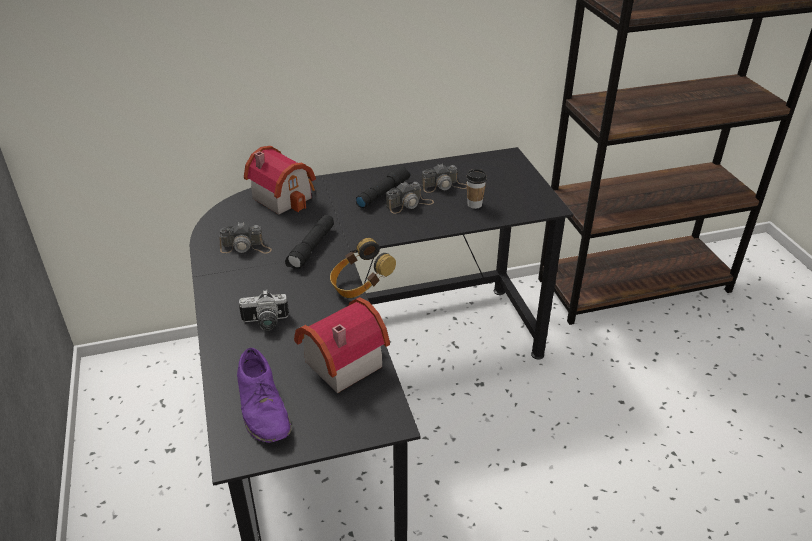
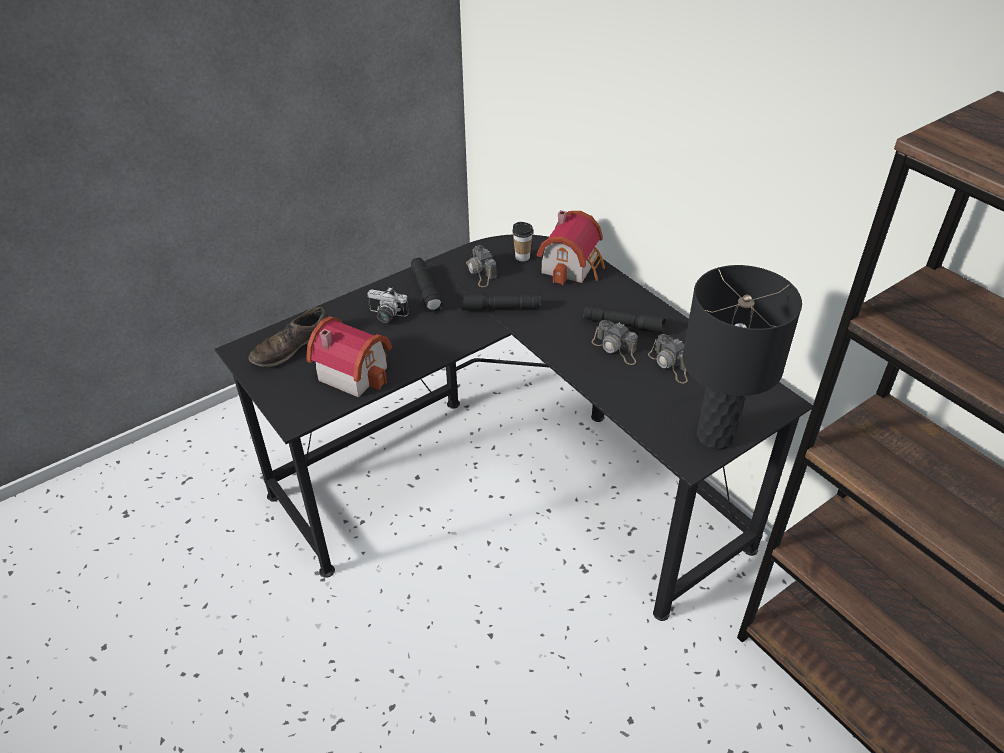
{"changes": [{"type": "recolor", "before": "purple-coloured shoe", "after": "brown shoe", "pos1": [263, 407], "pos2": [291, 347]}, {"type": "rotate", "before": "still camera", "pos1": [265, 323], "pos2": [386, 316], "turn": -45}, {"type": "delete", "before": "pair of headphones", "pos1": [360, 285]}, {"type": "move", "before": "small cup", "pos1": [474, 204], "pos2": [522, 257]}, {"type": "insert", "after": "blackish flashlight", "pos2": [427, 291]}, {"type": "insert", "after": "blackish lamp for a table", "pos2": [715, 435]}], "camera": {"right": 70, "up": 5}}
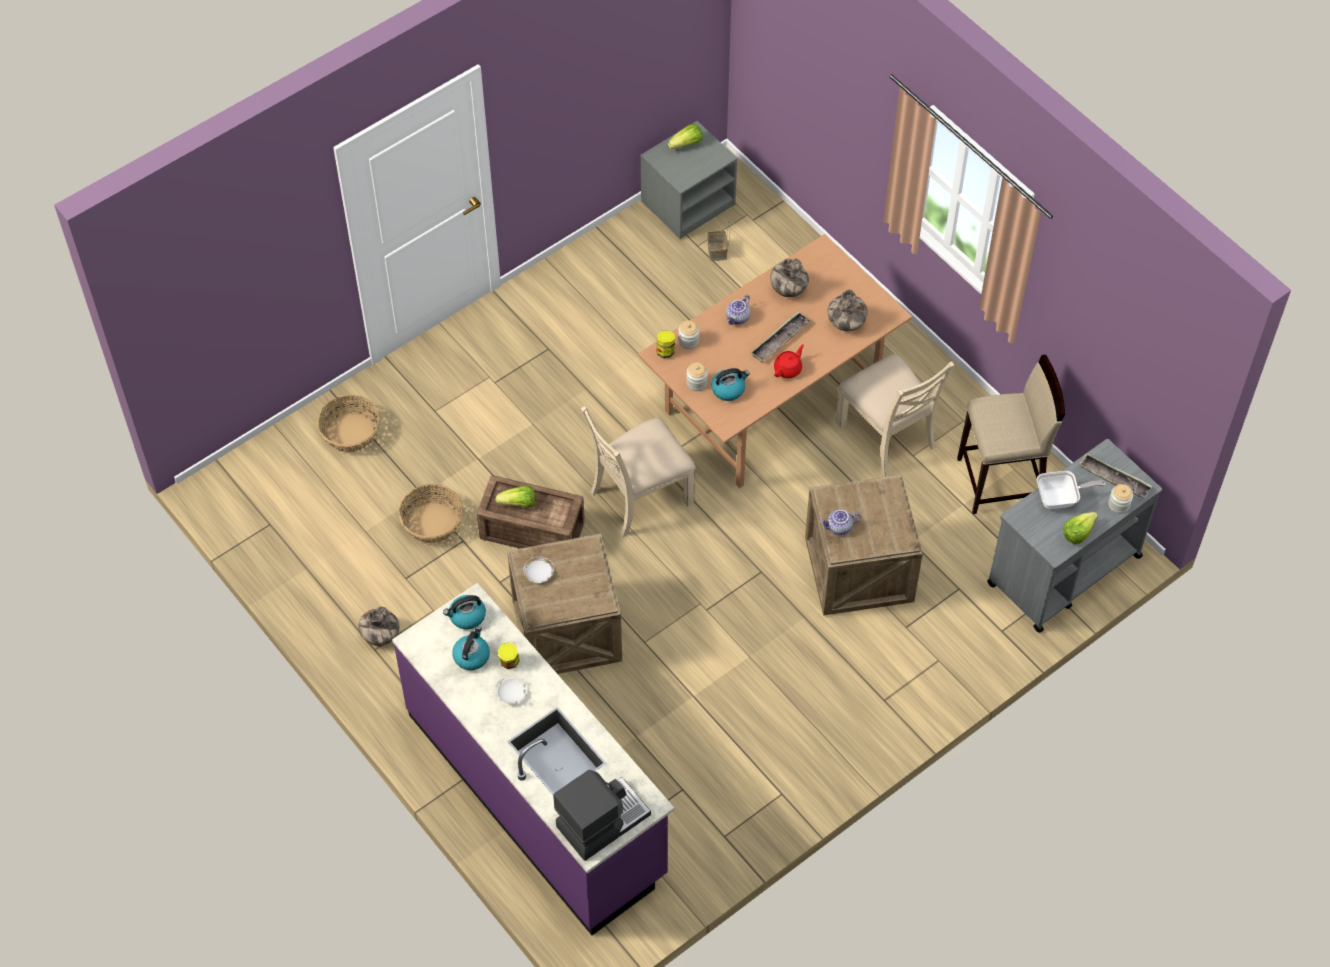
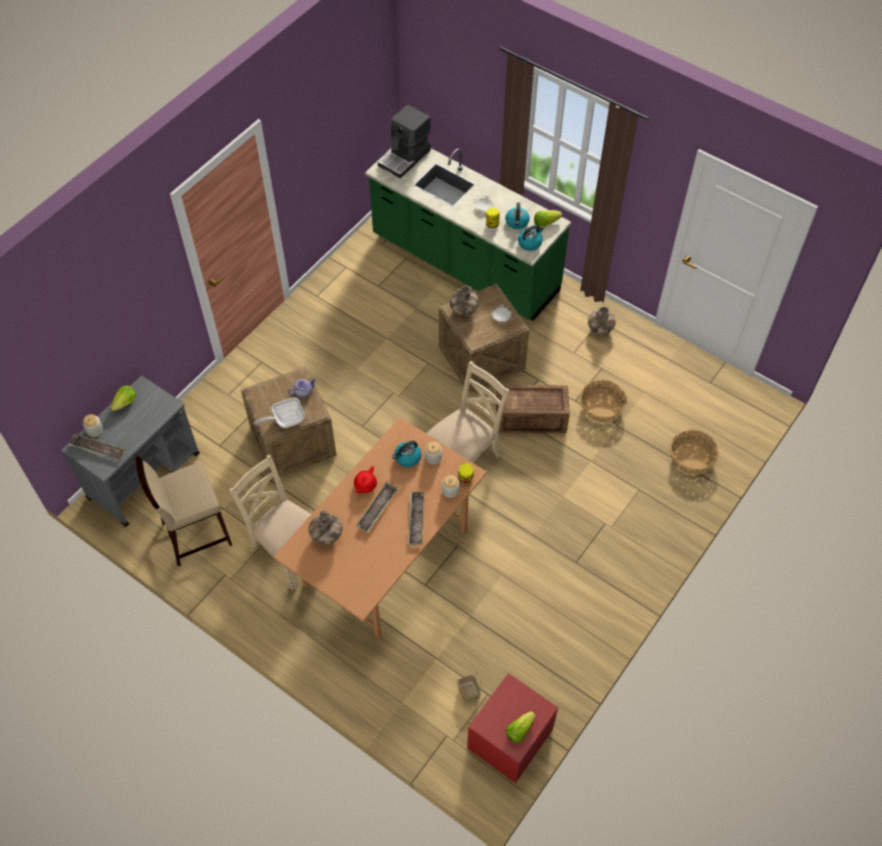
{"changes": [{"type": "recolor", "before": "purple-coloured kitchen base unit", "after": "green-coloured kitchen base unit", "pos1": [537, 794], "pos2": [464, 265]}, {"type": "move", "before": "head of lettuce", "pos1": [518, 503], "pos2": [545, 223]}, {"type": "recolor", "before": "grey night table", "after": "red-coloured night table", "pos1": [688, 202], "pos2": [510, 740]}, {"type": "replace", "before": "pot for tea", "after": "carrying tray", "pos1": [738, 318], "pos2": [416, 520]}, {"type": "move", "before": "decorative vase", "pos1": [788, 290], "pos2": [464, 310]}, {"type": "move", "before": "skillet", "pos1": [1061, 498], "pos2": [285, 420]}], "camera": {"right": 165, "up": 0}}
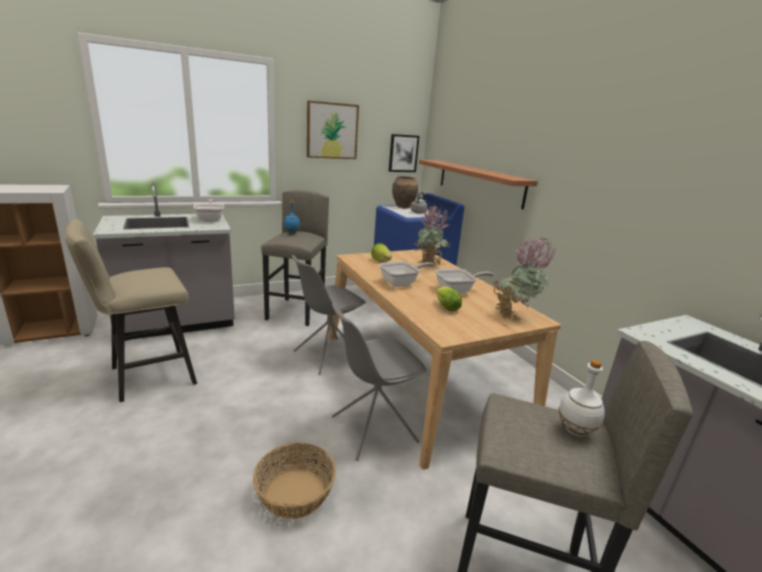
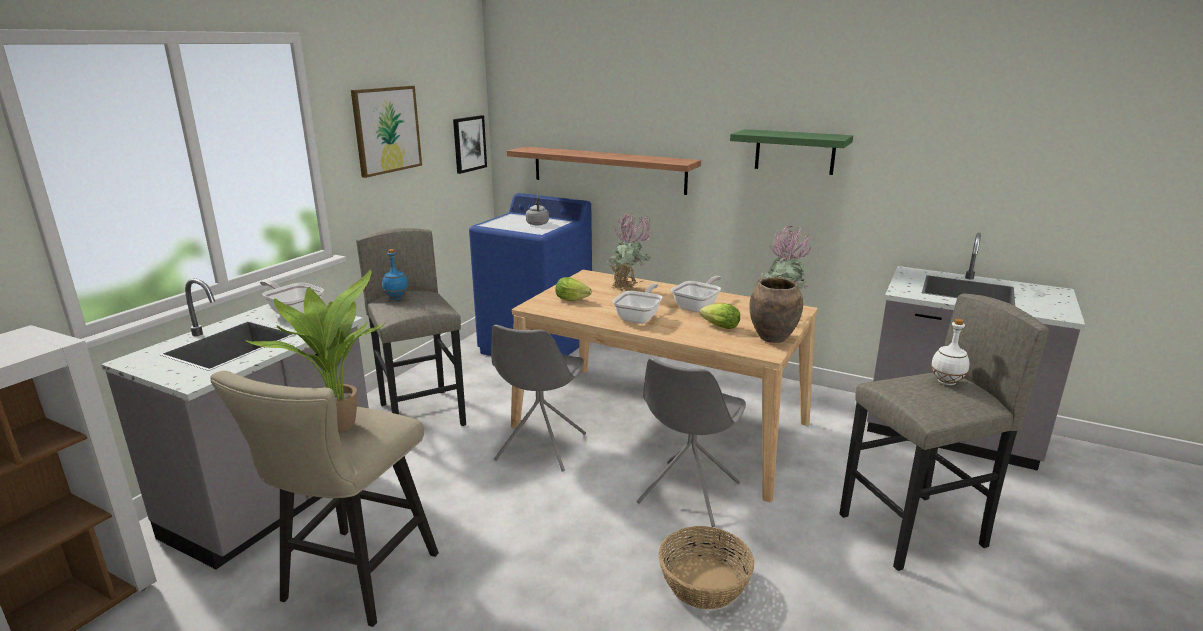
{"changes": [{"type": "move", "before": "brown decorative vase", "pos1": [403, 207], "pos2": [773, 338]}, {"type": "insert", "after": "potted plant", "pos2": [339, 425]}, {"type": "insert", "after": "green-coloured shelf", "pos2": [794, 152]}], "camera": {"right": -35, "up": 0}}
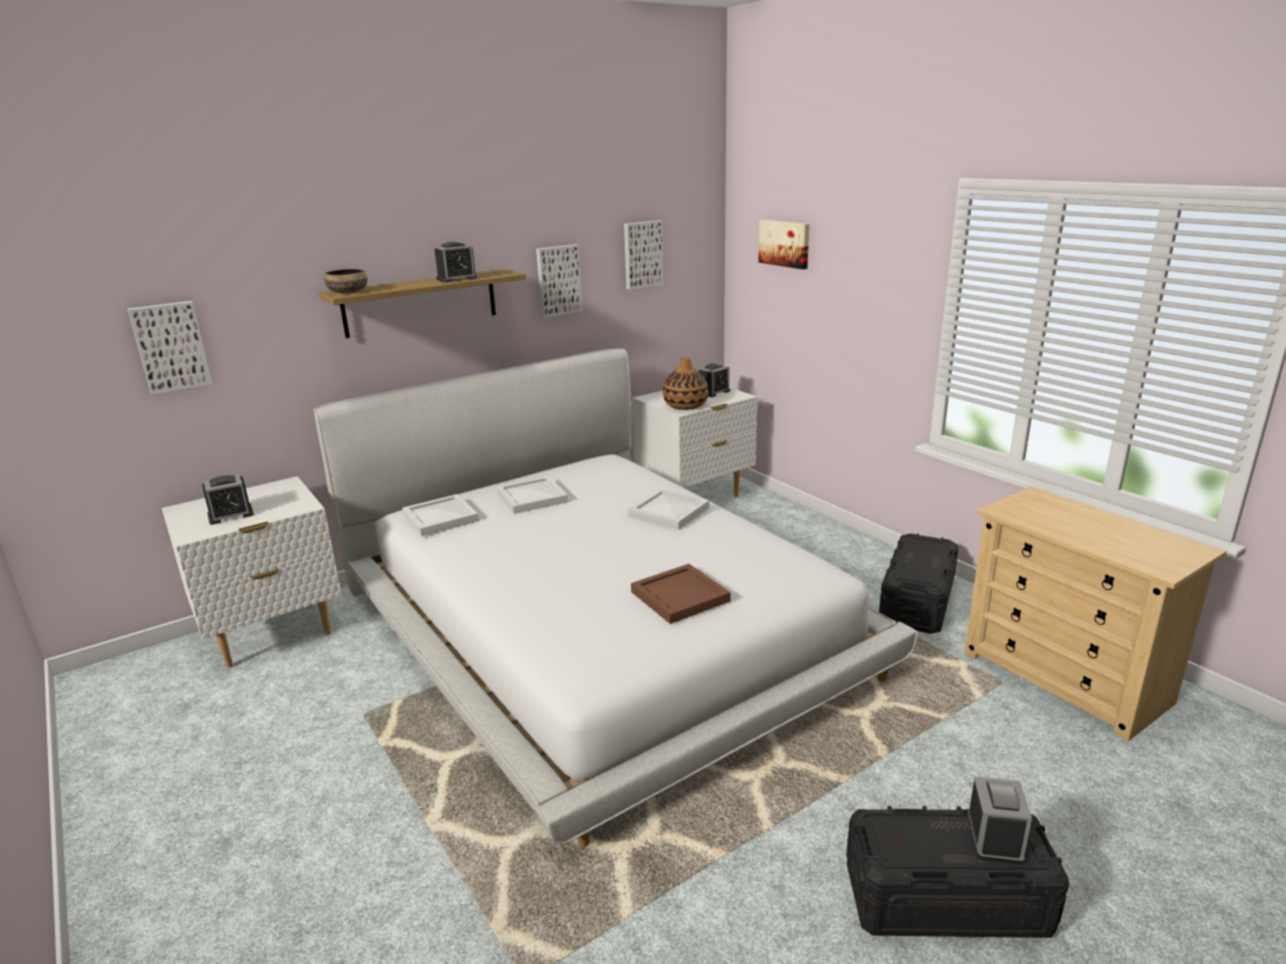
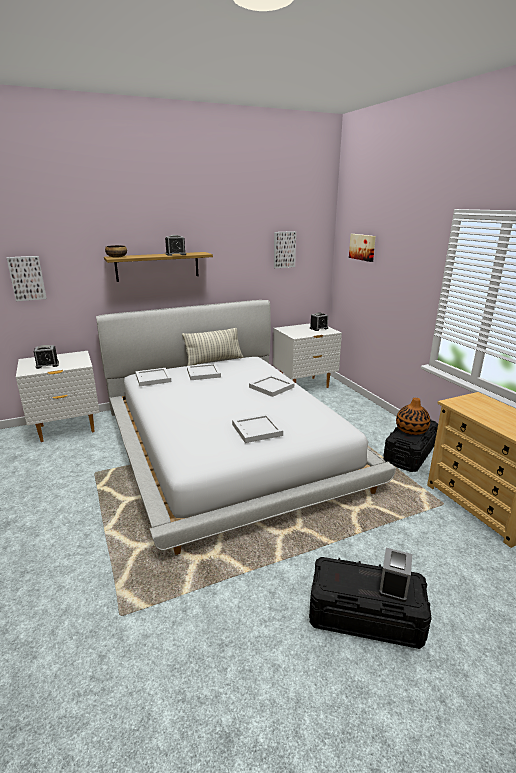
{"changes": [{"type": "delete", "before": "picture", "pos1": [558, 280]}, {"type": "recolor", "before": "brown carrying tray", "after": "white carrying tray", "pos1": [679, 597], "pos2": [256, 430]}, {"type": "move", "before": "decorative vase", "pos1": [685, 406], "pos2": [411, 430]}, {"type": "insert", "after": "throw pillow", "pos2": [214, 361]}], "camera": {"right": 10, "up": 0}}
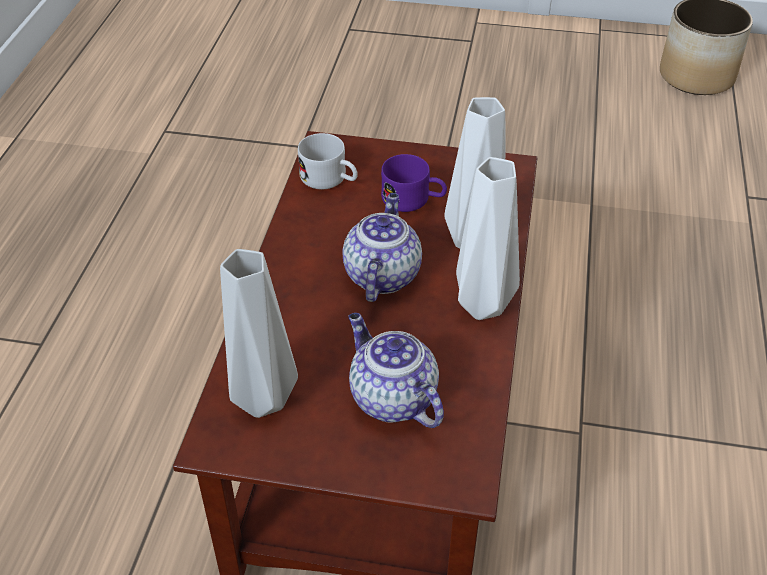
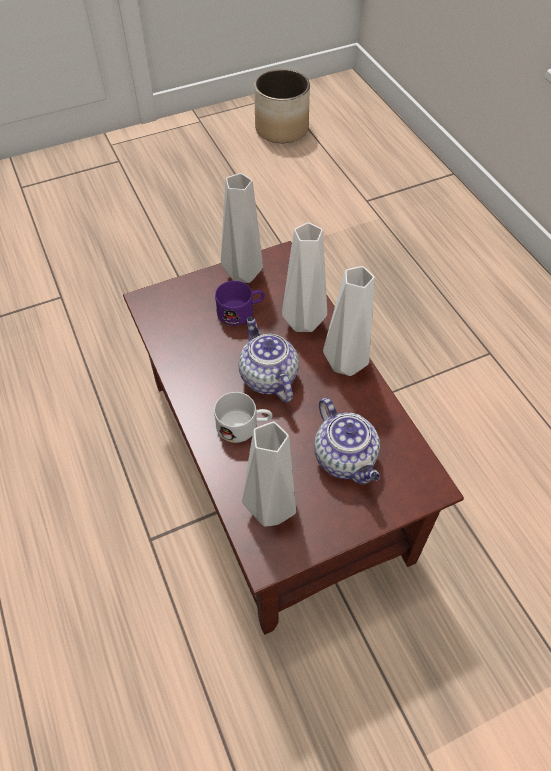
{"changes": [{"type": "move", "before": "white coffee mug", "pos1": [330, 179], "pos2": [244, 426]}, {"type": "rotate", "before": "pot for tea", "pos1": [391, 398], "pos2": [346, 459], "turn": -135}, {"type": "insert", "after": "grey decorative vase", "pos2": [245, 275]}], "camera": {"right": -35, "up": 10}}
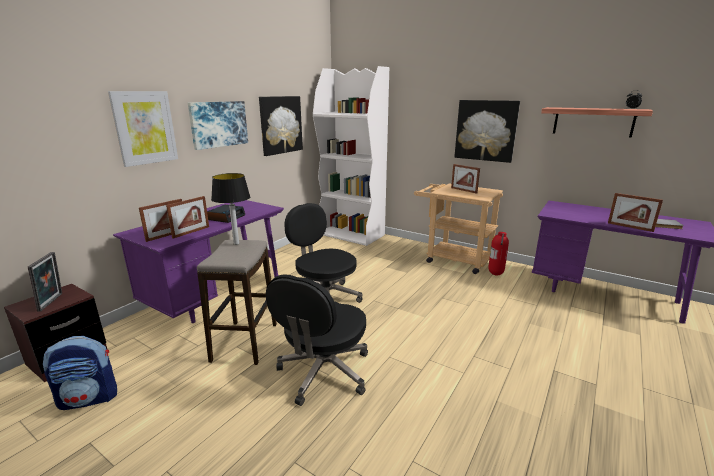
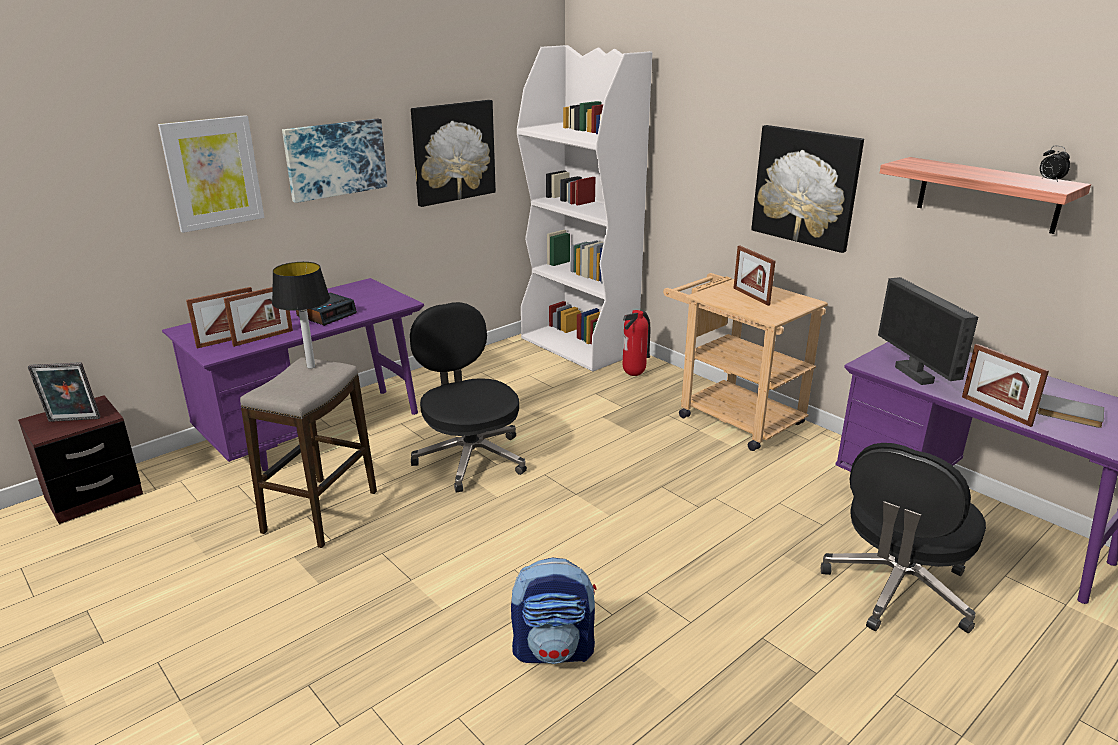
{"changes": [{"type": "rotate", "before": "standing frame", "pos1": [52, 302], "pos2": [73, 420], "turn": 75}, {"type": "move", "before": "rucksack", "pos1": [90, 398], "pos2": [554, 650]}, {"type": "move", "before": "blackish desk chair", "pos1": [323, 373], "pos2": [897, 589]}, {"type": "move", "before": "fire-fighting cylinder", "pos1": [496, 274], "pos2": [634, 375]}, {"type": "insert", "after": "monitor", "pos2": [915, 375]}], "camera": {"right": 15, "up": 5}}
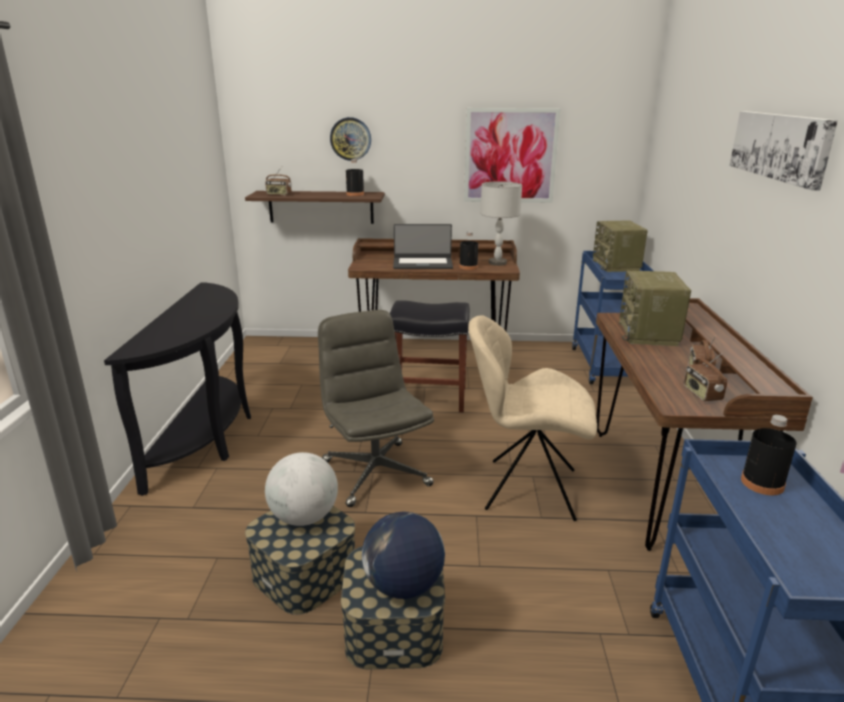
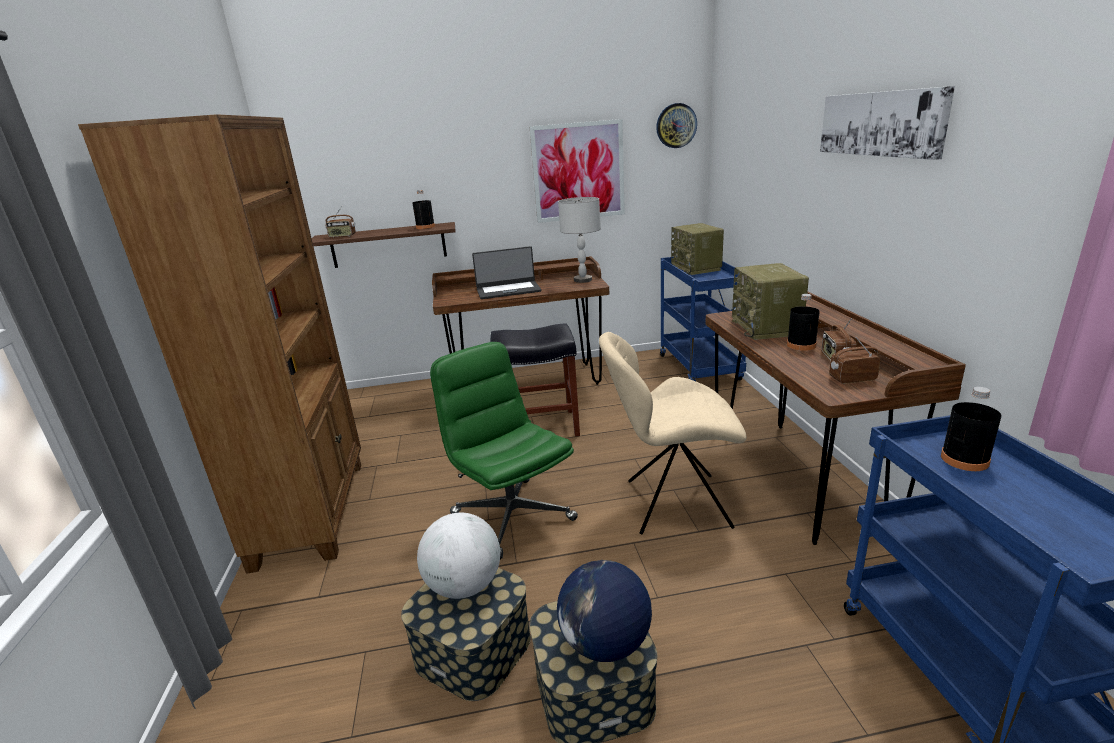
{"changes": [{"type": "replace", "before": "blackish hall table", "after": "brown bookcase", "pos1": [208, 437], "pos2": [313, 511]}, {"type": "recolor", "before": "grey desk chair", "after": "green-coloured desk chair", "pos1": [375, 472], "pos2": [511, 516]}, {"type": "move", "before": "wall clock", "pos1": [350, 139], "pos2": [676, 125]}, {"type": "move", "before": "blackish bottle", "pos1": [468, 267], "pos2": [801, 345]}, {"type": "rotate", "before": "radio receiver", "pos1": [701, 394], "pos2": [852, 378], "turn": 105}], "camera": {"right": -10, "up": 0}}
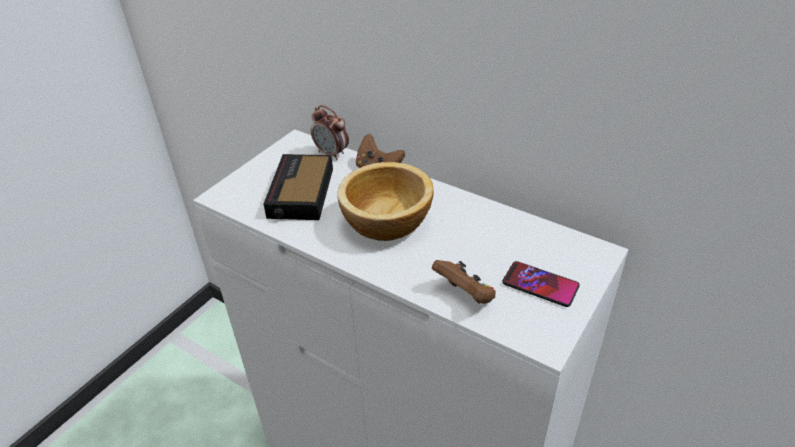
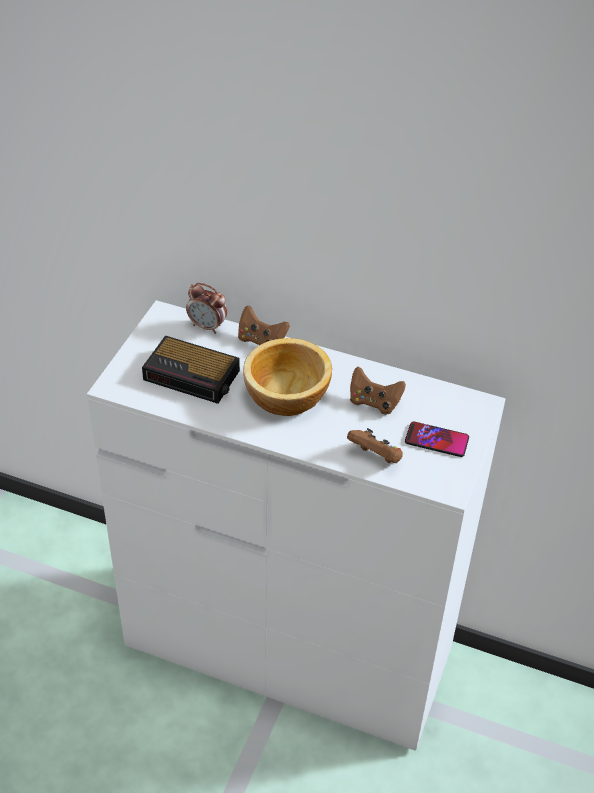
{"changes": [{"type": "rotate", "before": "alarm clock", "pos1": [300, 194], "pos2": [193, 376], "turn": -60}, {"type": "insert", "after": "brown game controller", "pos2": [374, 402]}], "camera": {"right": -15, "up": 5}}
